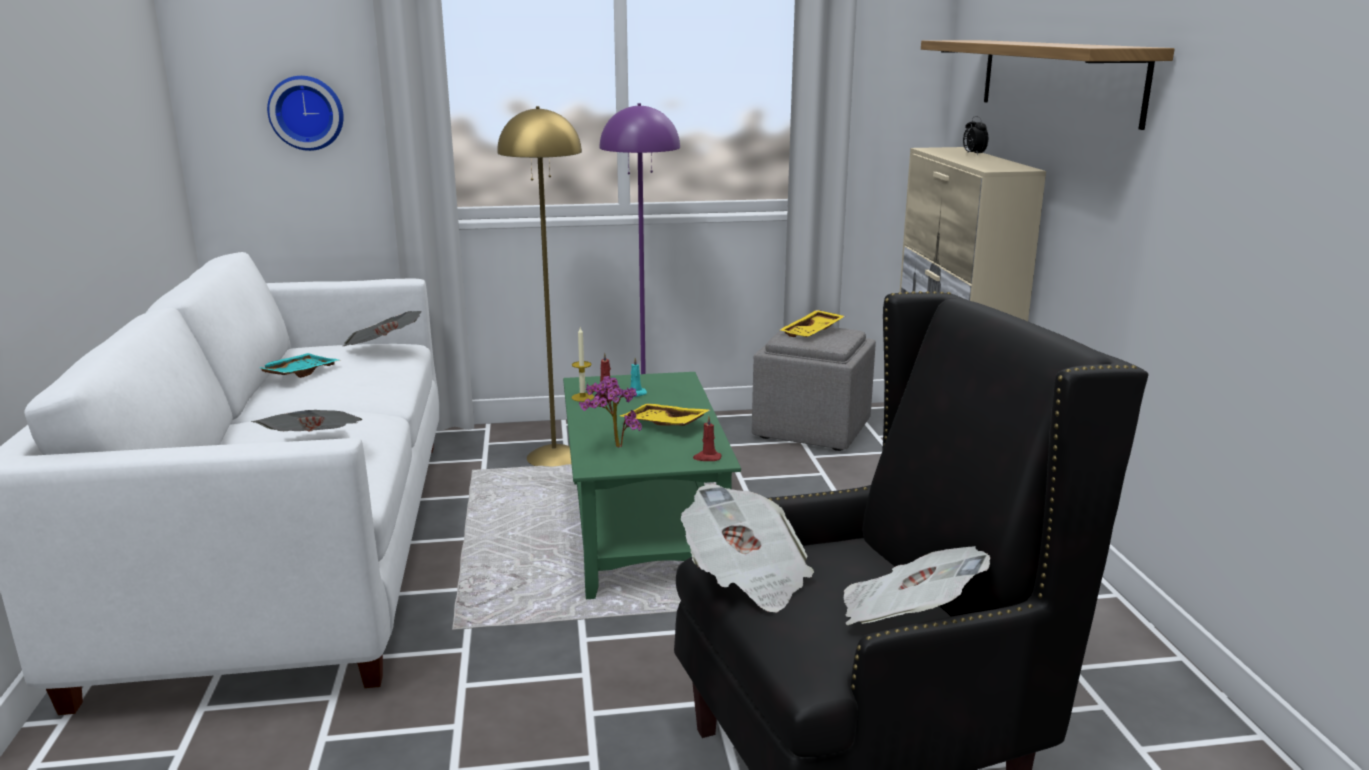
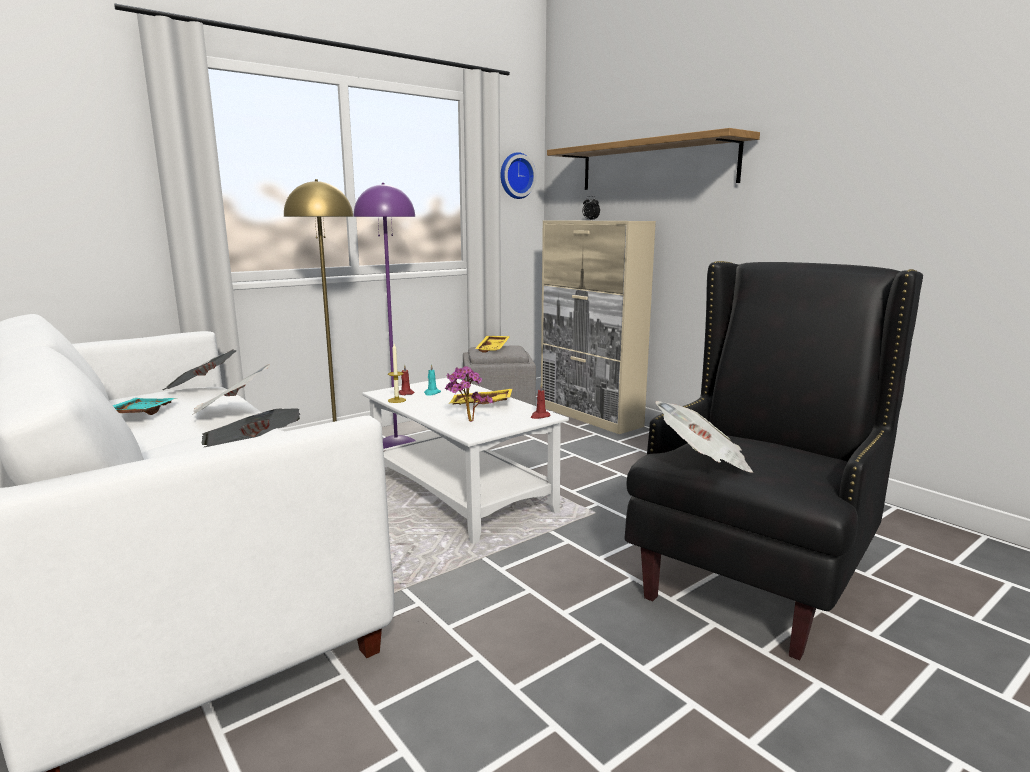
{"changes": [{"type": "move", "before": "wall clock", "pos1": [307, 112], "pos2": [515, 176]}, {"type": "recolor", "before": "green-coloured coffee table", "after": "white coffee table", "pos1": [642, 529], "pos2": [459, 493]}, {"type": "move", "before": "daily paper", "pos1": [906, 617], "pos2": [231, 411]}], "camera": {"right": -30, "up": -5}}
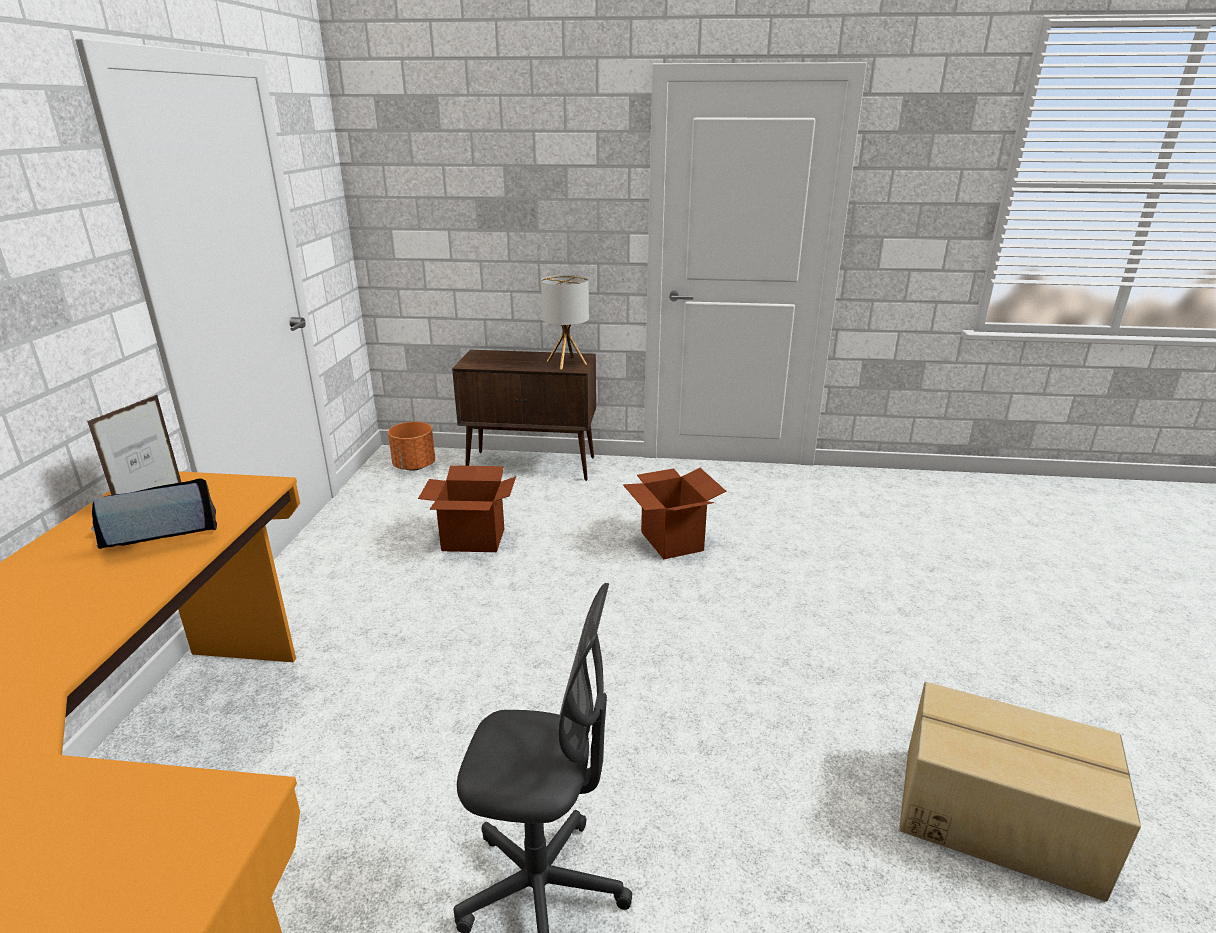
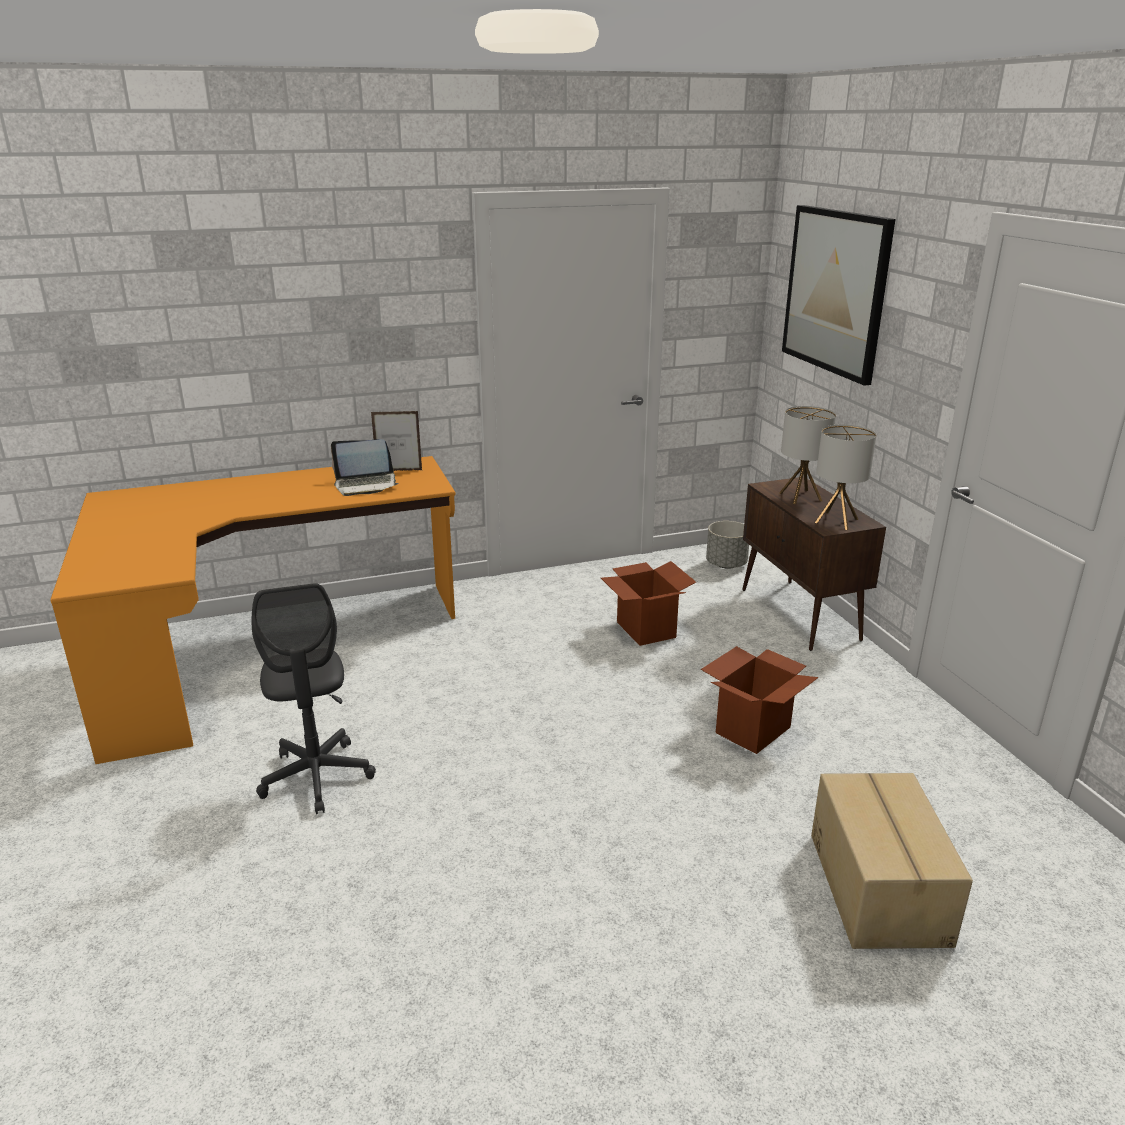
{"changes": [{"type": "rotate", "before": "laptop", "pos1": [157, 533], "pos2": [366, 485], "turn": 135}, {"type": "recolor", "before": "orange-coloured planter", "after": "grey planter", "pos1": [414, 466], "pos2": [726, 564]}, {"type": "move", "before": "cardboard box", "pos1": [996, 816], "pos2": [880, 887]}, {"type": "insert", "after": "lamp for a table", "pos2": [800, 497]}, {"type": "insert", "after": "picture", "pos2": [836, 291]}], "camera": {"right": 65, "up": 0}}
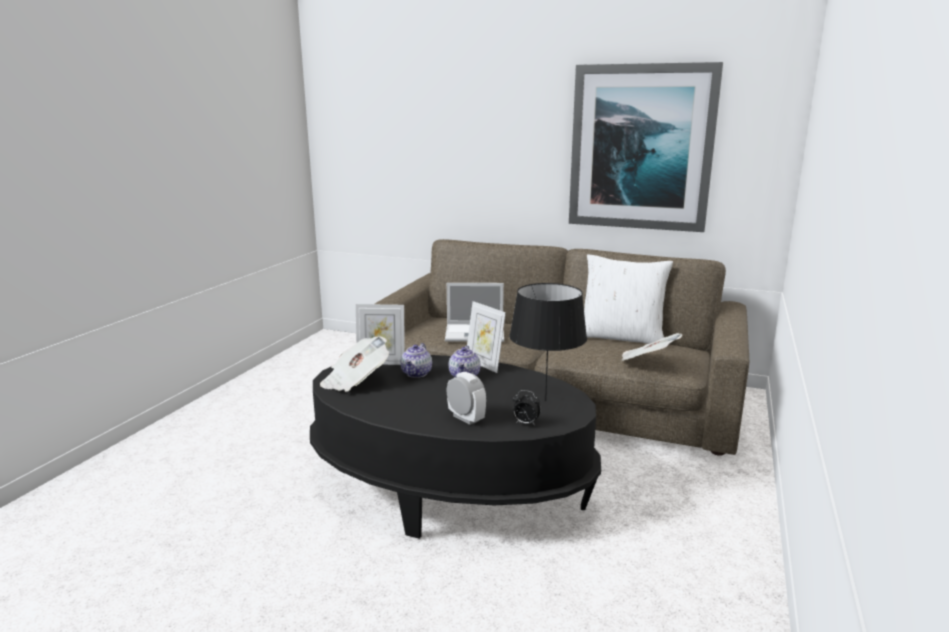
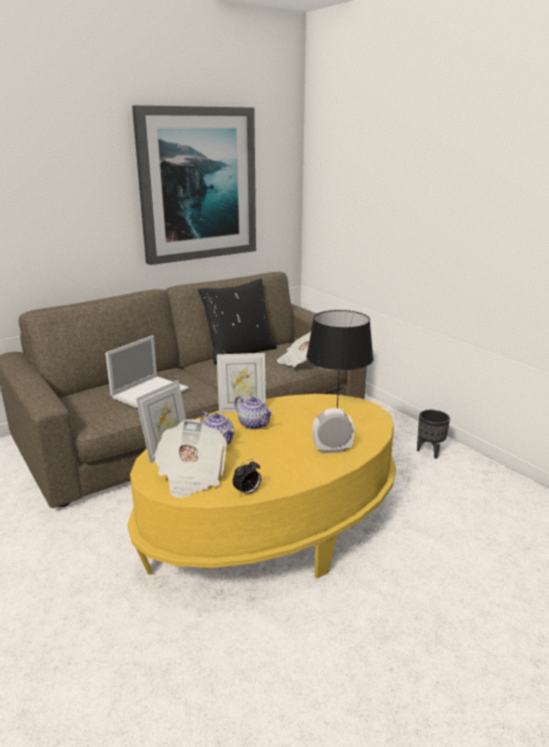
{"changes": [{"type": "recolor", "before": "blackish coffee table", "after": "yellow coffee table", "pos1": [449, 487], "pos2": [272, 527]}, {"type": "move", "before": "alarm clock", "pos1": [525, 423], "pos2": [247, 492]}, {"type": "recolor", "before": "white throw pillow", "after": "blackish throw pillow", "pos1": [621, 337], "pos2": [239, 352]}, {"type": "insert", "after": "blackish planter", "pos2": [429, 451]}], "camera": {"right": -55, "up": 5}}
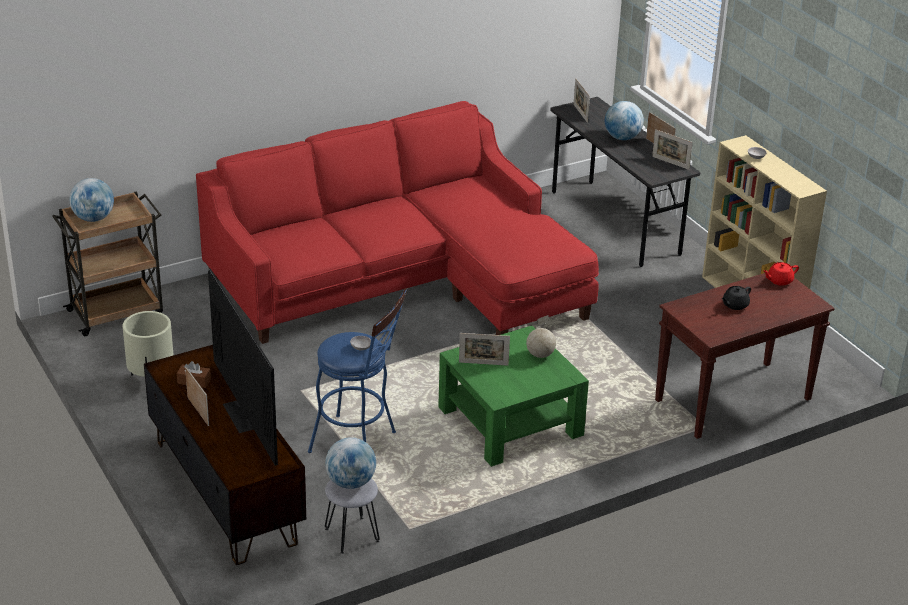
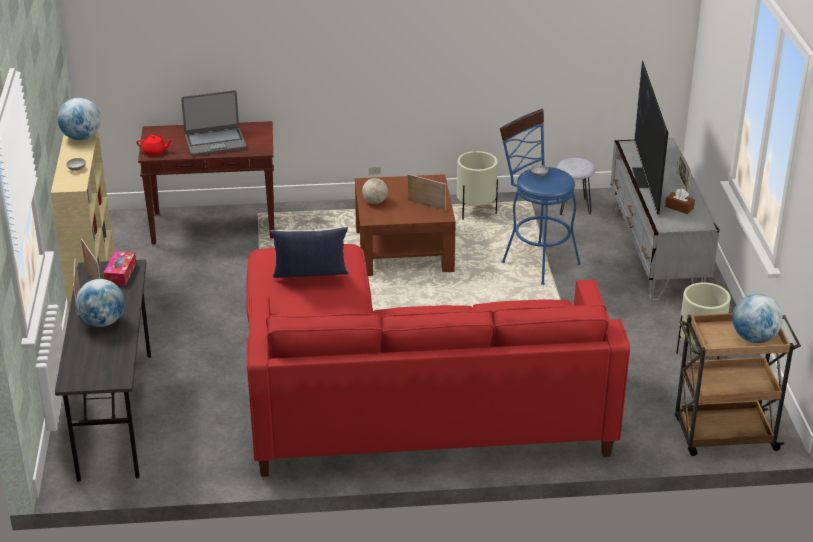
{"changes": [{"type": "recolor", "before": "brown tv stand", "after": "grey tv stand", "pos1": [226, 491], "pos2": [656, 252]}, {"type": "move", "before": "globe", "pos1": [351, 483], "pos2": [81, 137]}, {"type": "recolor", "before": "green-coloured coffee table", "after": "brown coffee table", "pos1": [510, 422], "pos2": [404, 249]}, {"type": "delete", "before": "standing frame", "pos1": [580, 113]}, {"type": "replace", "before": "blackish pot for tea", "after": "laptop", "pos1": [734, 305], "pos2": [215, 142]}, {"type": "insert", "after": "box of tissues", "pos2": [120, 273]}, {"type": "insert", "after": "throw pillow", "pos2": [311, 282]}, {"type": "insert", "after": "beige planter", "pos2": [476, 212]}], "camera": {"right": -155, "up": 0}}
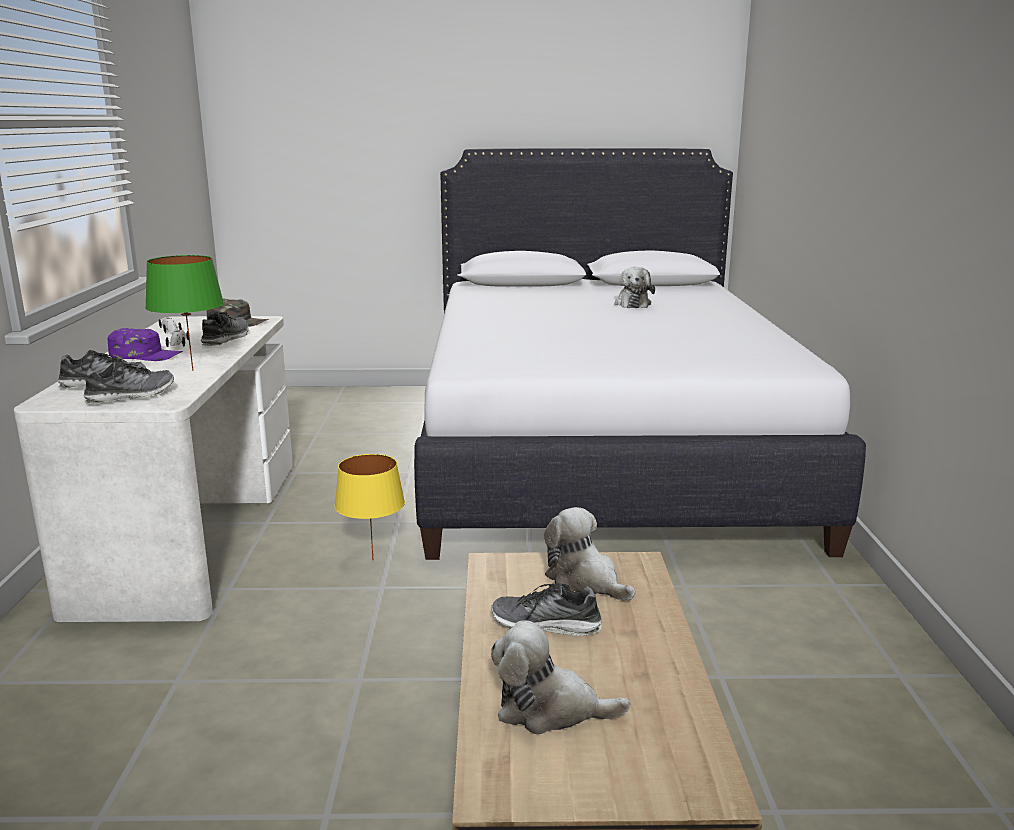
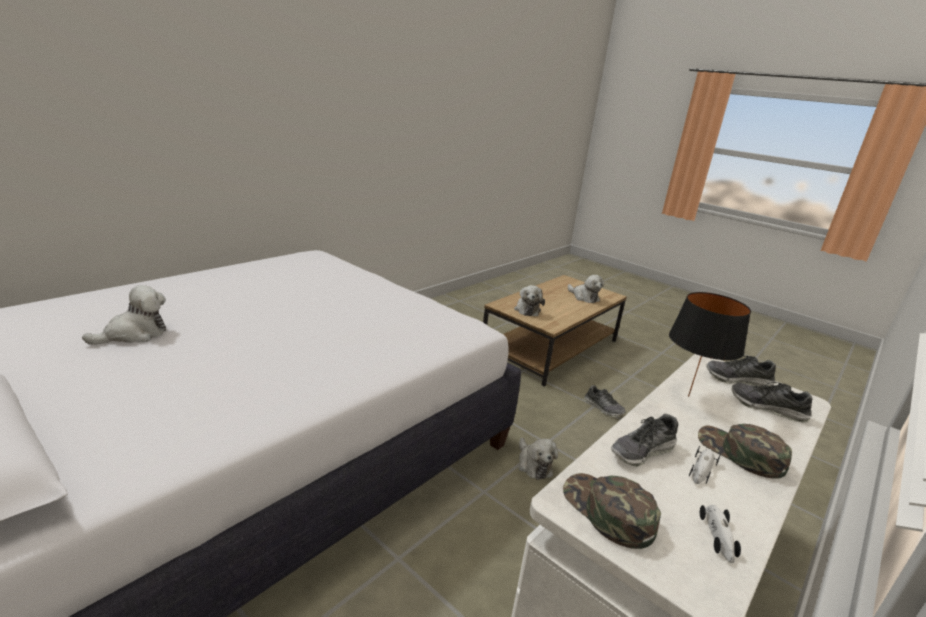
{"changes": [{"type": "recolor", "before": "purple-coloured baseball cap", "after": "green-coloured baseball cap", "pos1": [146, 355], "pos2": [739, 453]}, {"type": "recolor", "before": "green-coloured lamp for a table", "after": "blackish lamp for a table", "pos1": [193, 370], "pos2": [687, 396]}, {"type": "replace", "before": "yellow lamp for a table", "after": "cuddly toy", "pos1": [373, 560], "pos2": [533, 464]}, {"type": "move", "before": "shoe", "pos1": [546, 625], "pos2": [603, 408]}], "camera": {"right": -140, "up": 5}}
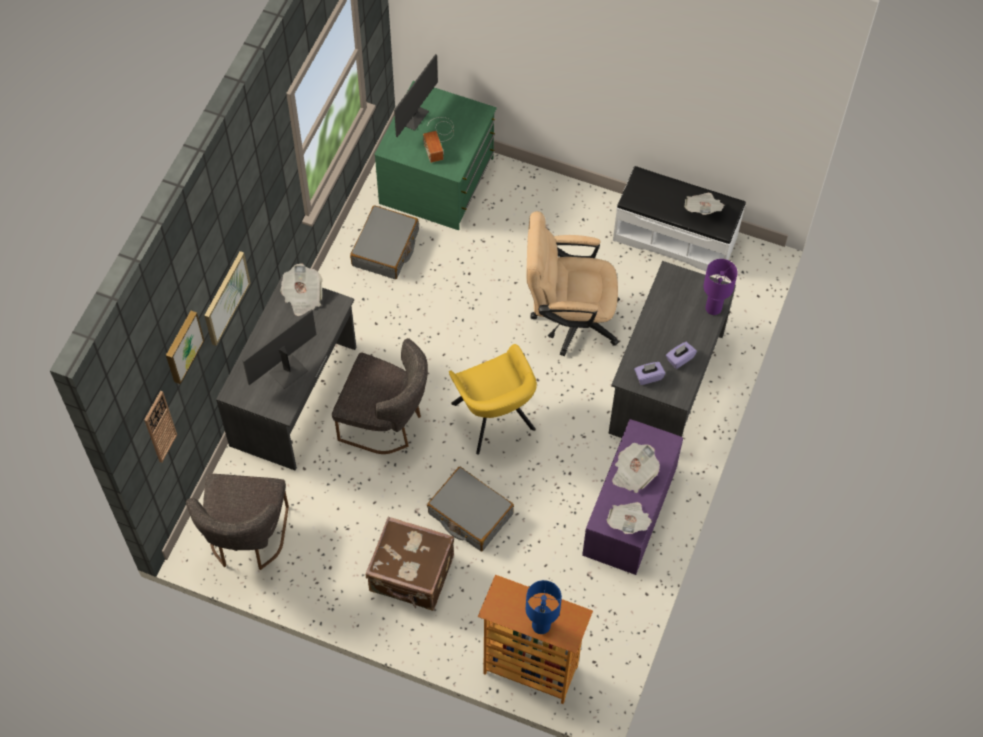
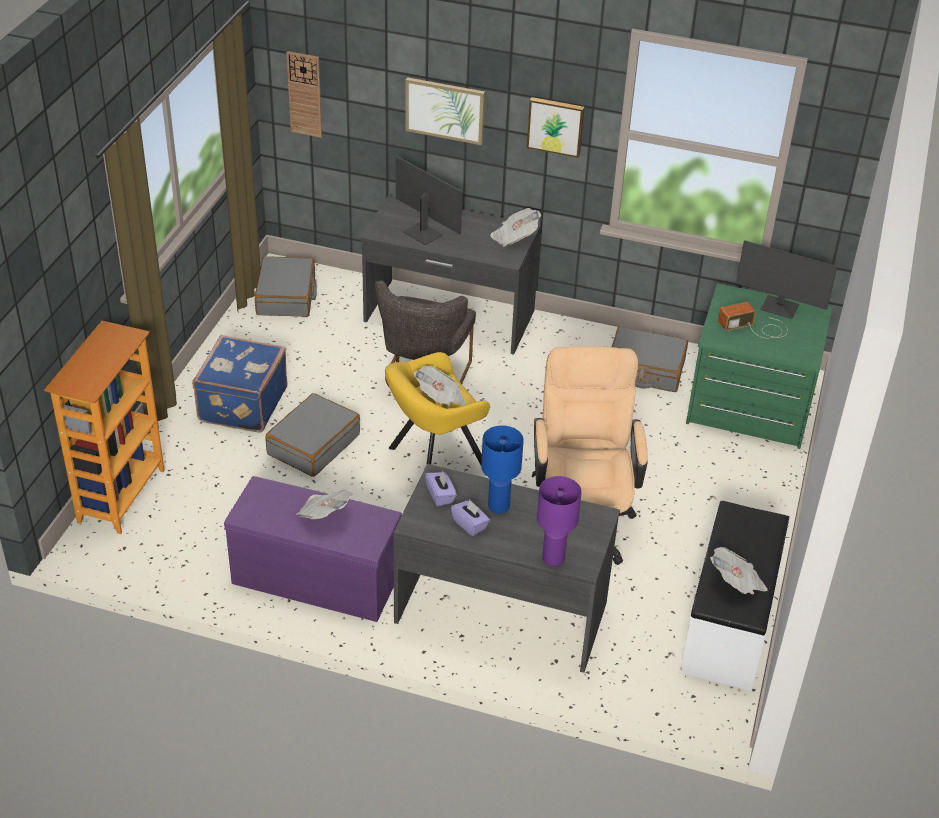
{"changes": [{"type": "move", "before": "picture", "pos1": [182, 346], "pos2": [556, 126]}, {"type": "replace", "before": "grey upright chair", "after": "grey suitcase", "pos1": [247, 539], "pos2": [286, 296]}, {"type": "recolor", "before": "brown suitcase", "after": "blue-coloured suitcase", "pos1": [411, 576], "pos2": [241, 404]}, {"type": "move", "before": "blue-coloured lamp for a table", "pos1": [540, 625], "pos2": [499, 506]}, {"type": "move", "before": "daily paper", "pos1": [628, 522], "pos2": [440, 397]}], "camera": {"right": 85, "up": -20}}
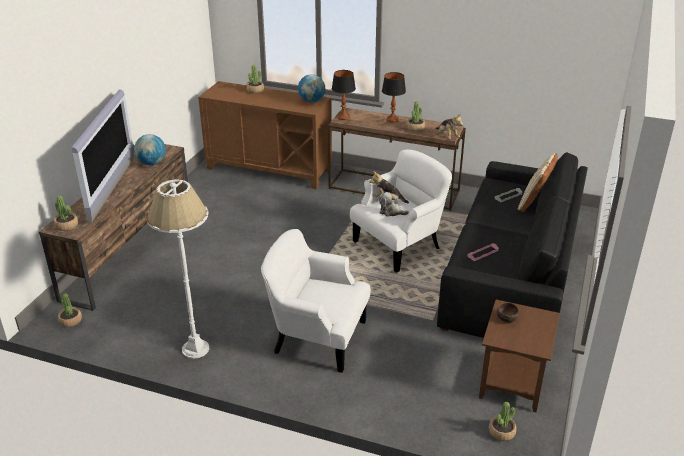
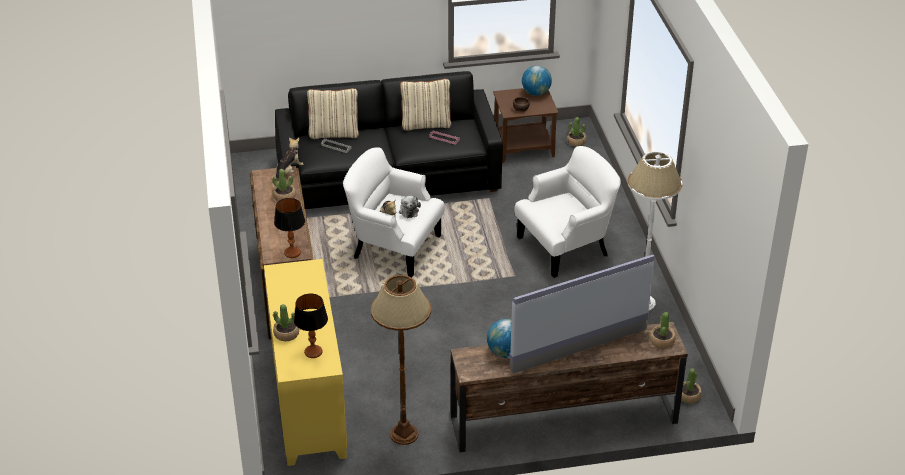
{"changes": [{"type": "recolor", "before": "brown cabinet", "after": "yellow cabinet", "pos1": [269, 169], "pos2": [307, 401]}, {"type": "rotate", "before": "white easy chair", "pos1": [317, 337], "pos2": [566, 246], "turn": -105}, {"type": "move", "before": "globe", "pos1": [311, 101], "pos2": [536, 93]}, {"type": "move", "before": "lamp for a table", "pos1": [392, 119], "pos2": [313, 352]}, {"type": "insert", "after": "brown floor lamp", "pos2": [404, 434]}, {"type": "insert", "after": "beige throw pillow", "pos2": [426, 124]}], "camera": {"right": -120, "up": 5}}
